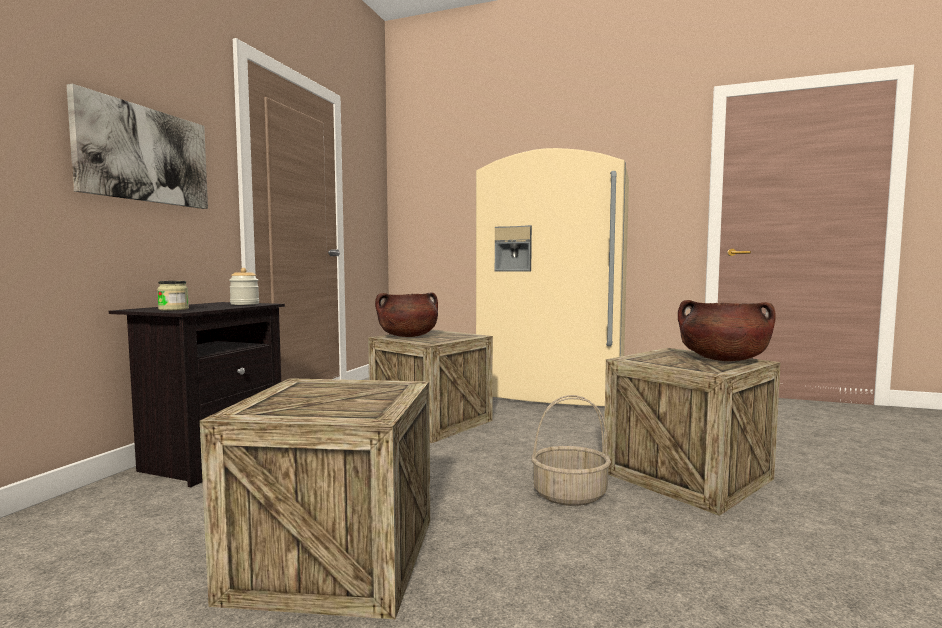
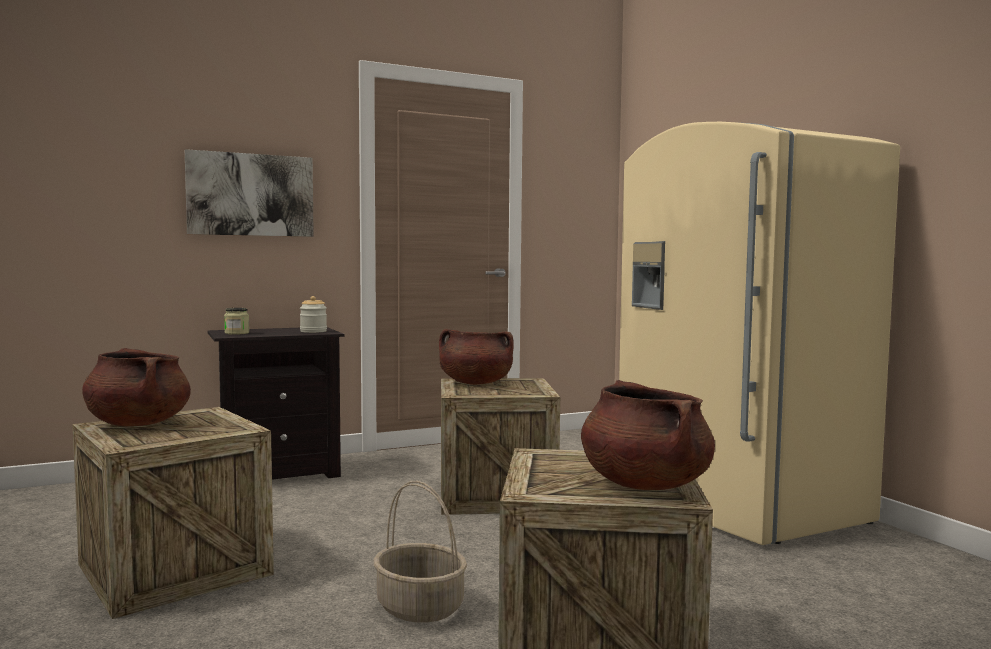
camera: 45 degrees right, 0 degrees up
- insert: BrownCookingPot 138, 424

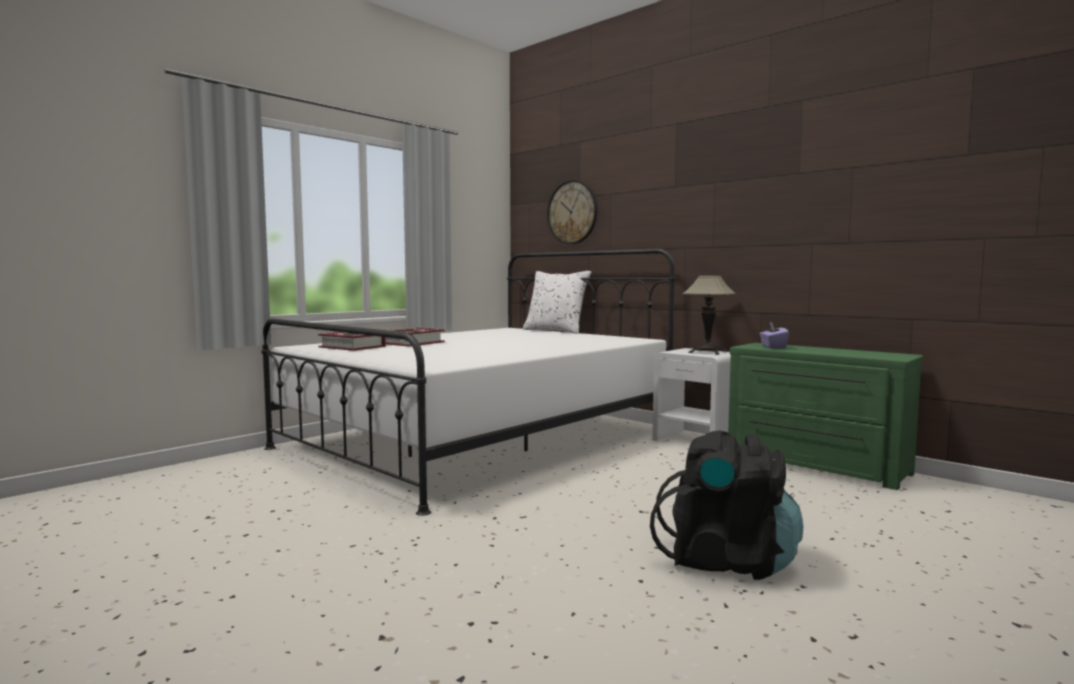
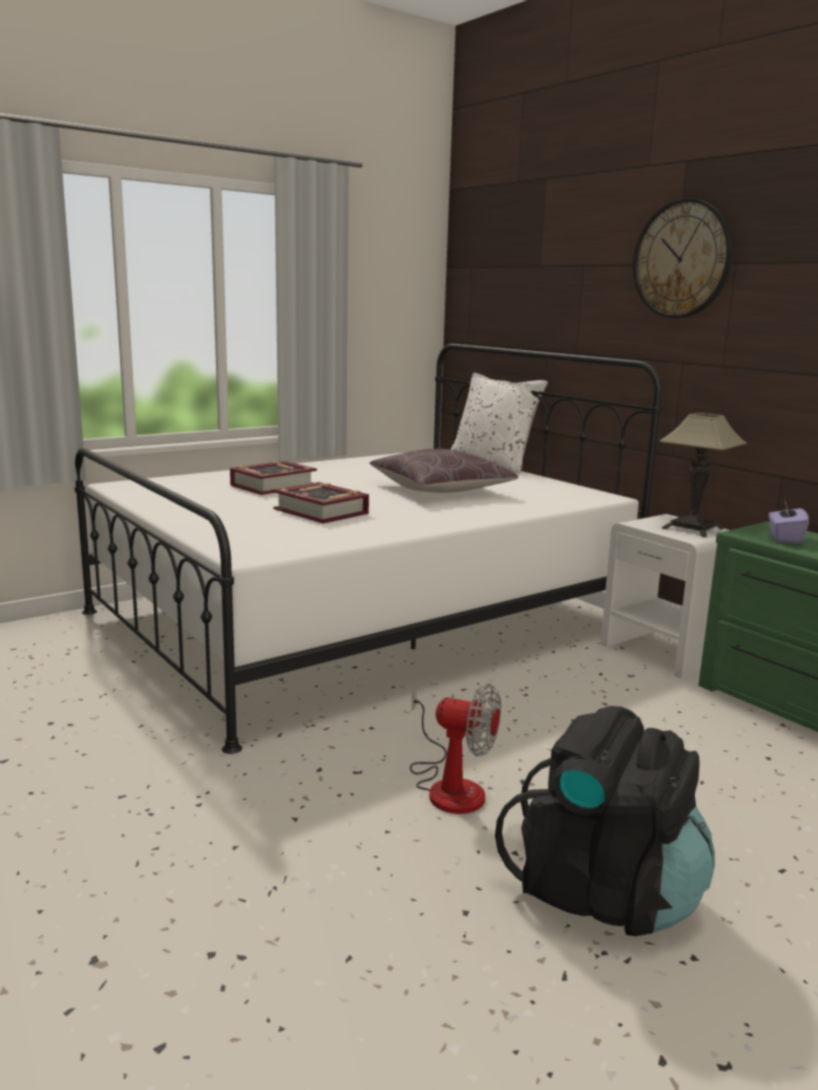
camera: 10 degrees right, 10 degrees up
- move: Book 352, 347 to 321, 511
- move: WallClock 572, 212 to 682, 259
- insert: BrownPillow 440, 490
- insert: Fan 449, 786

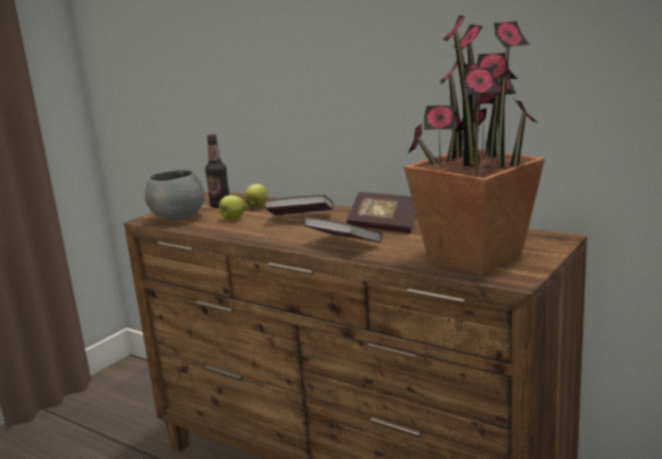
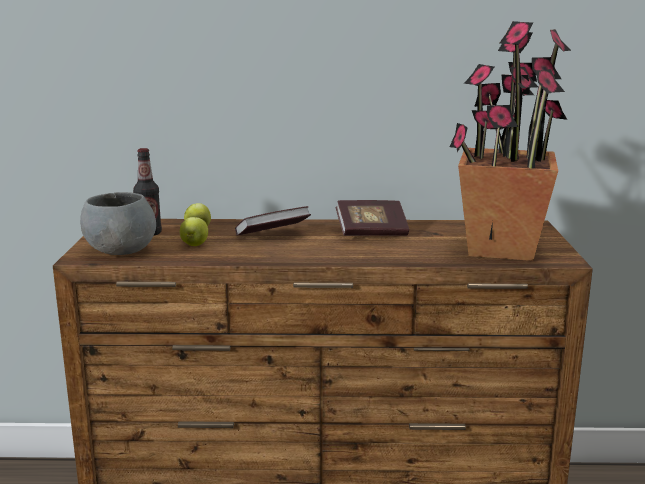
camera: 35 degrees left, 0 degrees up
- delete: Book 343, 245

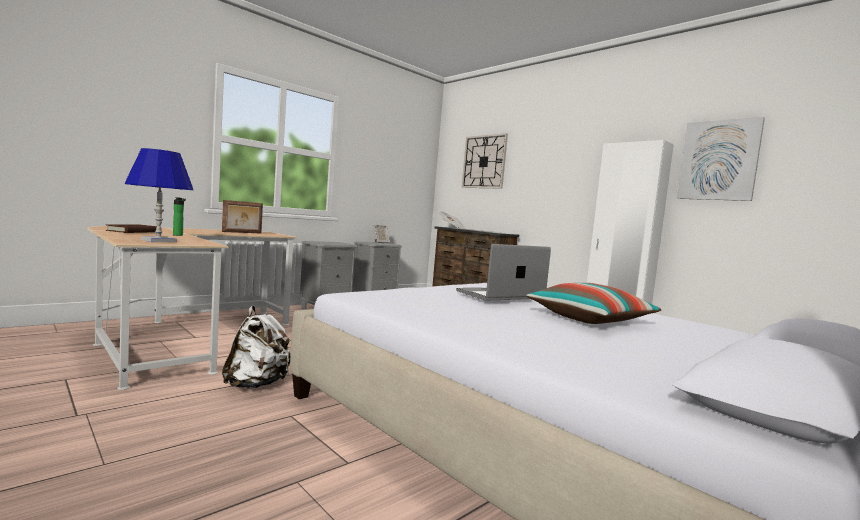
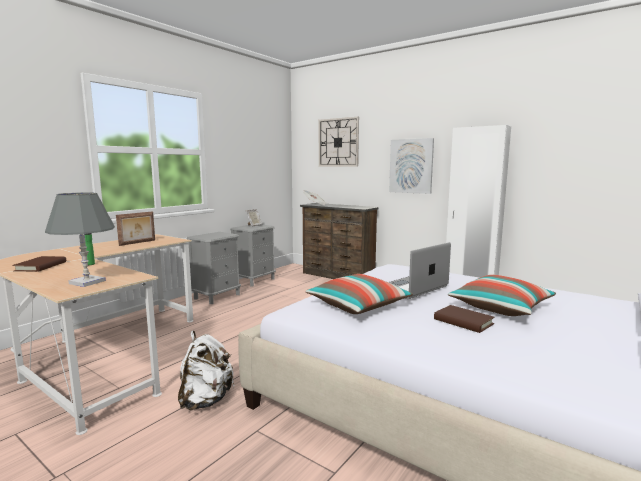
camera: 10 degrees left, 5 degrees up
- recolor: BlueTableLamp 158, 241 to GreyTableLamp 87, 282
- move: Picture 719, 160 to 411, 166
- insert: Pillow 358, 306
- insert: BrownBook 463, 321

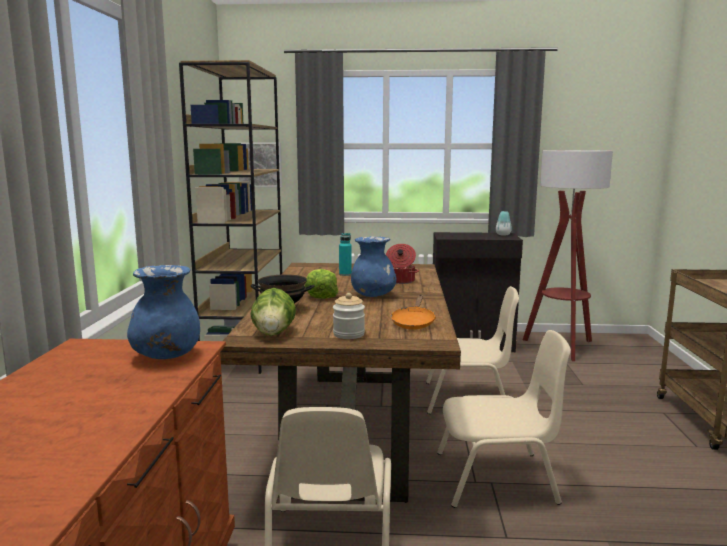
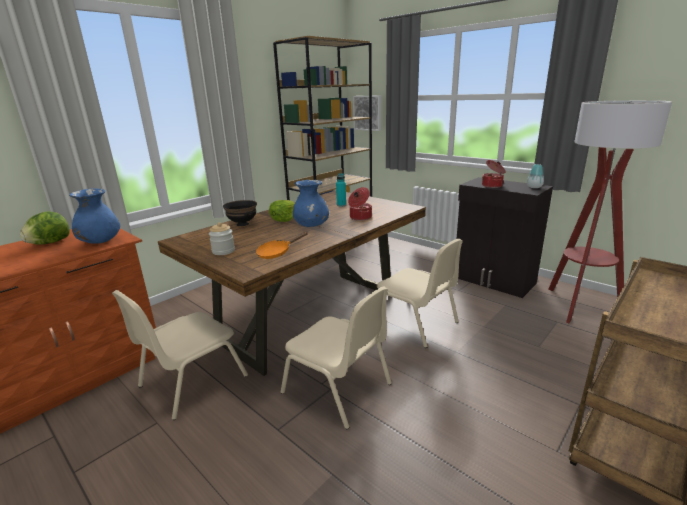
camera: 40 degrees right, 10 degrees up
- move: Lettuce 274, 333 to 50, 243
- insert: CookingPot 492, 186

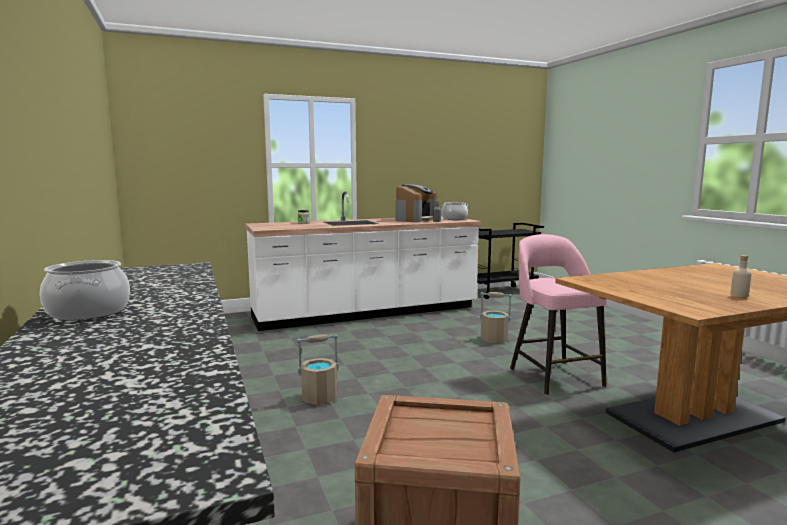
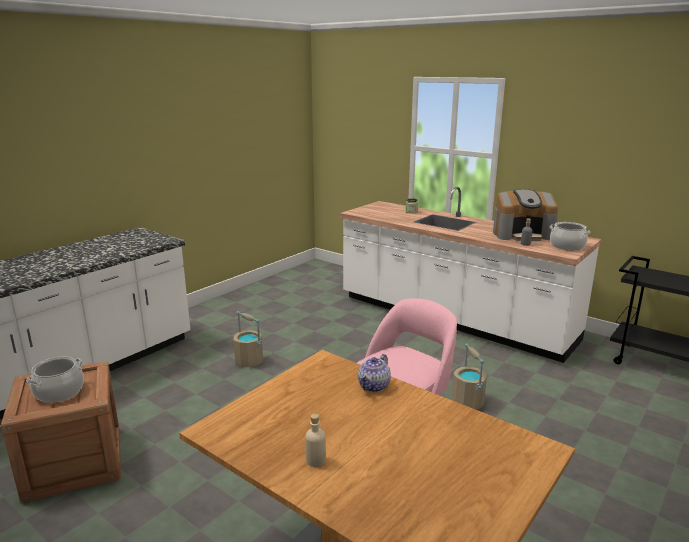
camera: 60 degrees right, 10 degrees up
- move: CookingPot 89, 312 to 59, 392
- insert: Teapot 374, 386

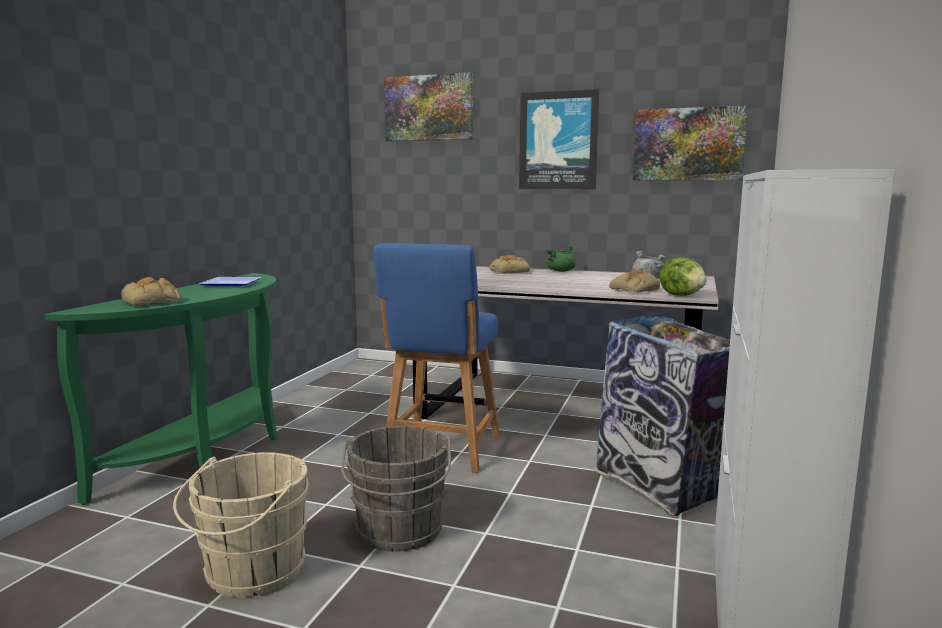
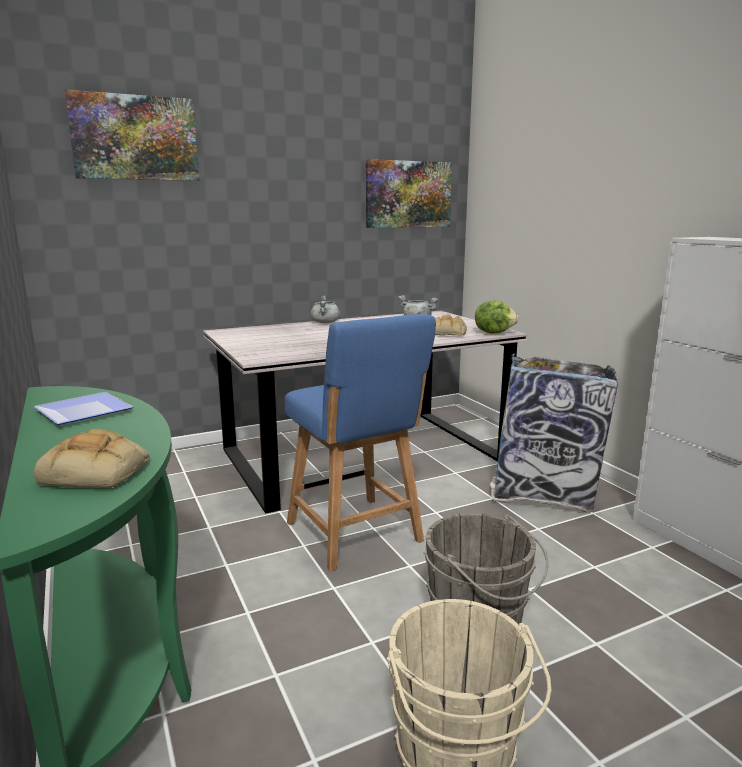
camera: 45 degrees left, 5 degrees up
- delete: Bread 509, 271
- delete: Picture 558, 141
- recolor: GreenCookingPot 560, 271 to GreyCookingPot 325, 322

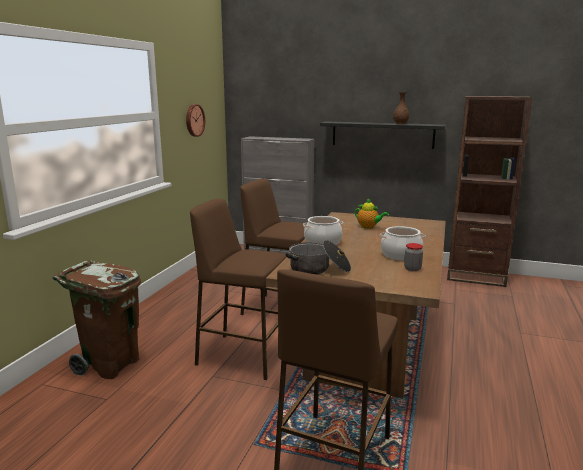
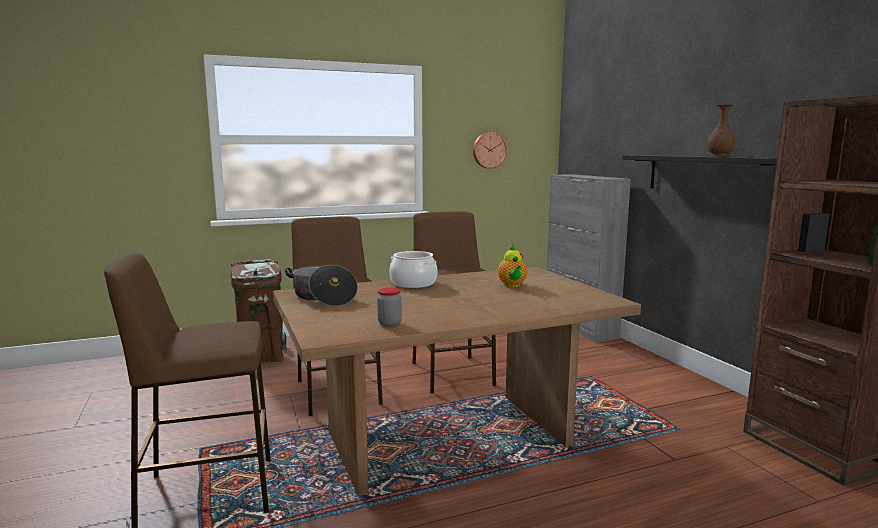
camera: 50 degrees right, 5 degrees down
- delete: CookingPot 401, 255

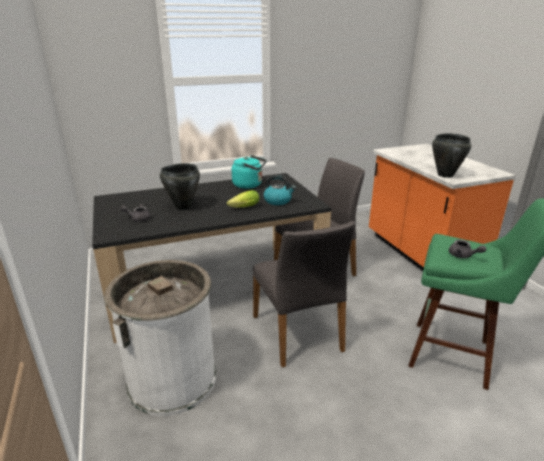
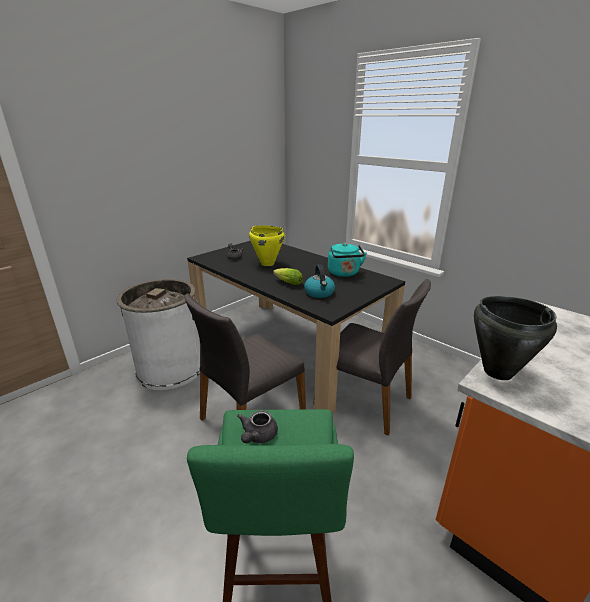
camera: 65 degrees right, 0 degrees up
- recolor: BlackCookingPot 182, 207 to YellowCookingPot 267, 263

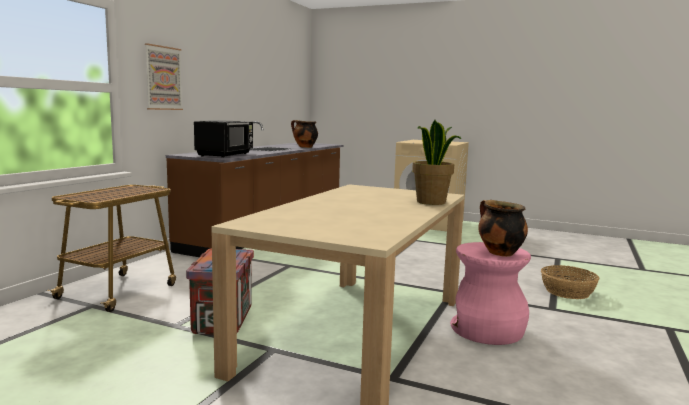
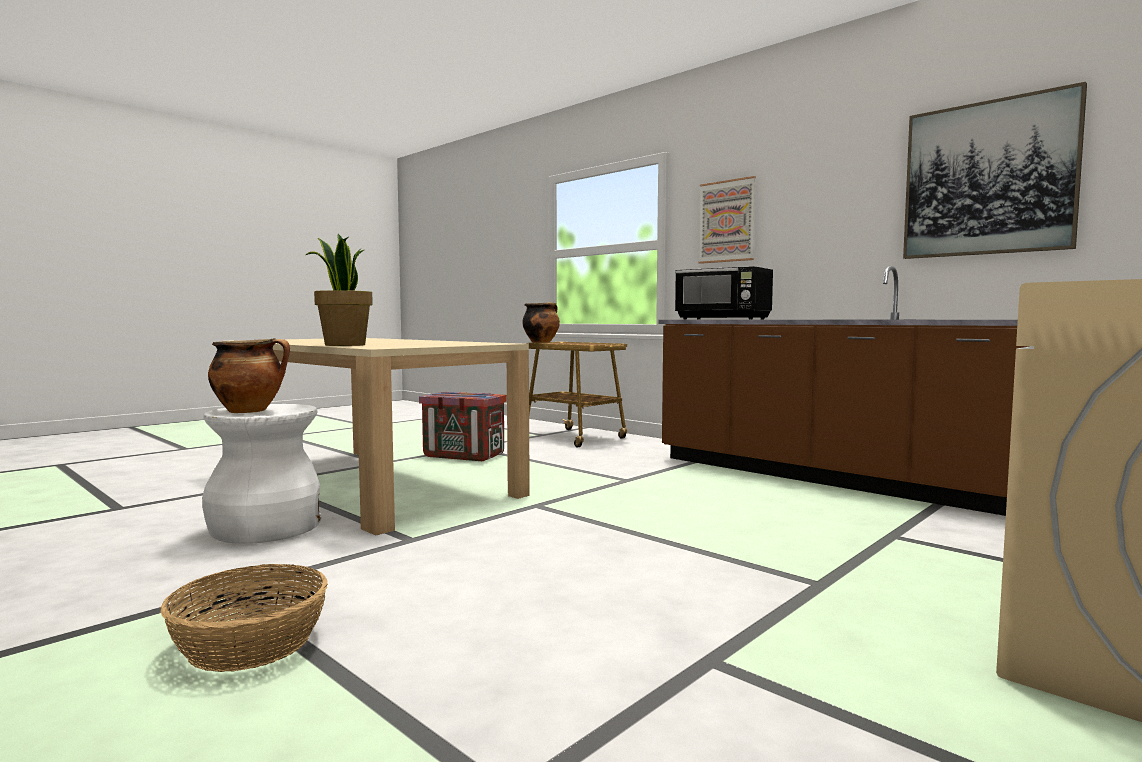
camera: 110 degrees right, 5 degrees down
- move: CookingPot 304, 147 to 541, 342
- recolor: PinkStool 487, 330 to WhiteStool 265, 528
- insert: Picture 988, 178

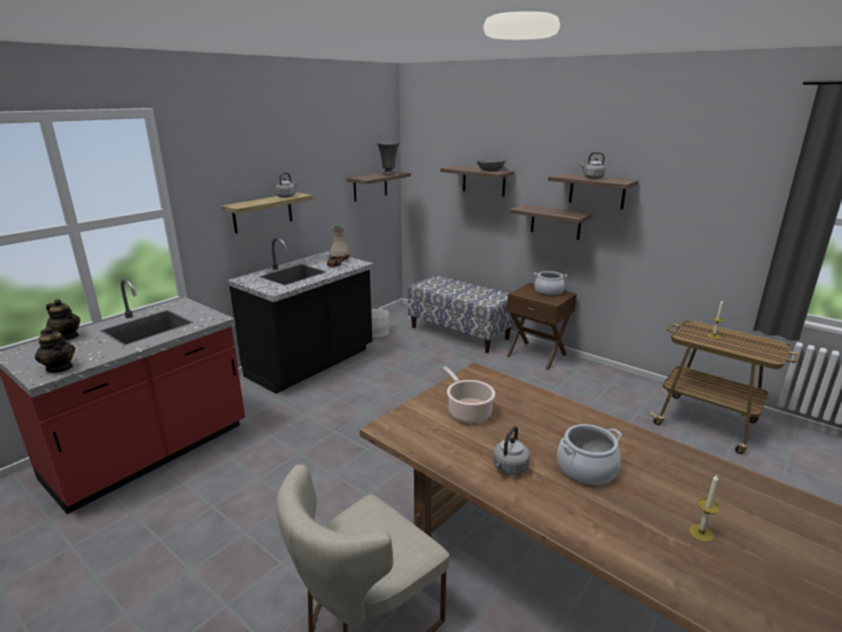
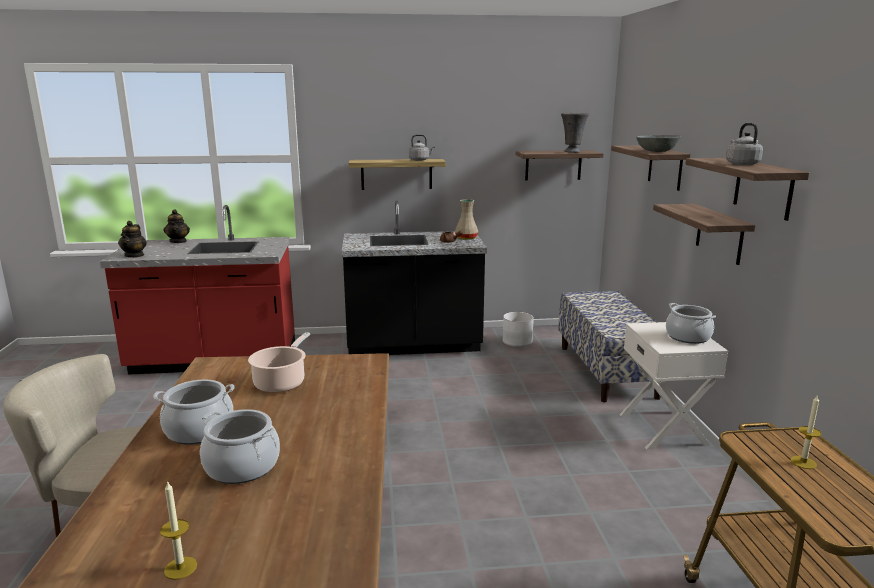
camera: 45 degrees right, 5 degrees down
- replace: GreyKettle 509, 469 to CookingPot 199, 430
- recolor: BrownNightstand 537, 355 to WhiteNightstand 664, 429

